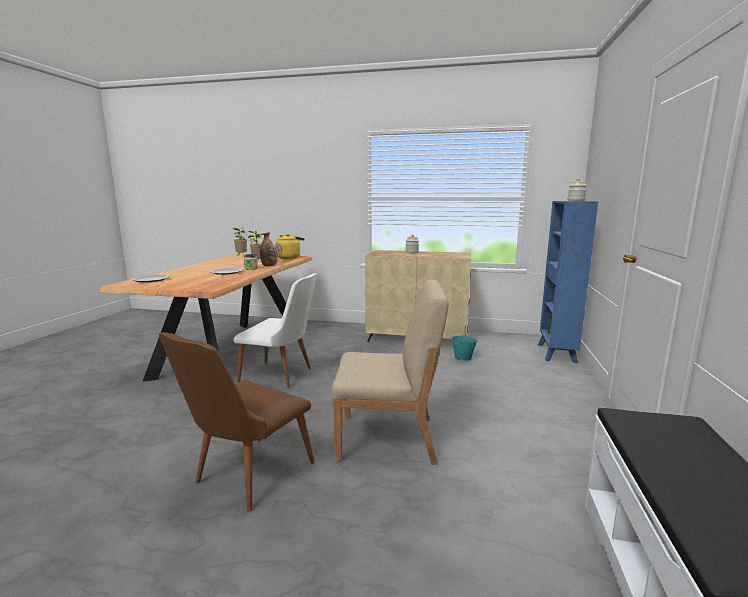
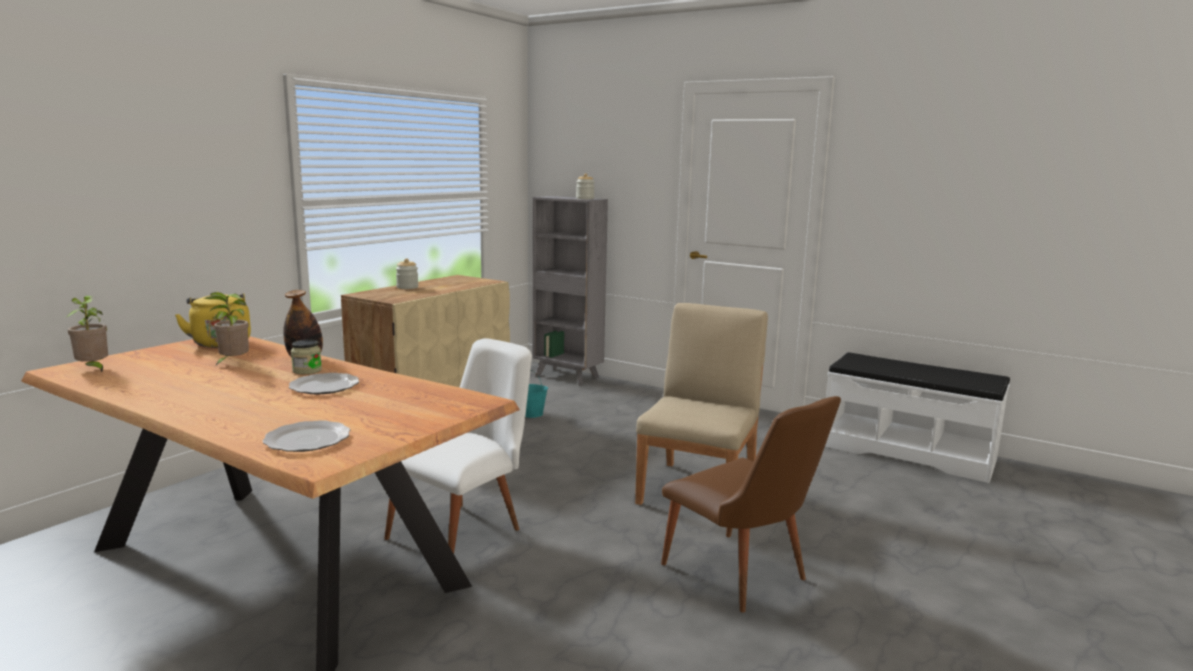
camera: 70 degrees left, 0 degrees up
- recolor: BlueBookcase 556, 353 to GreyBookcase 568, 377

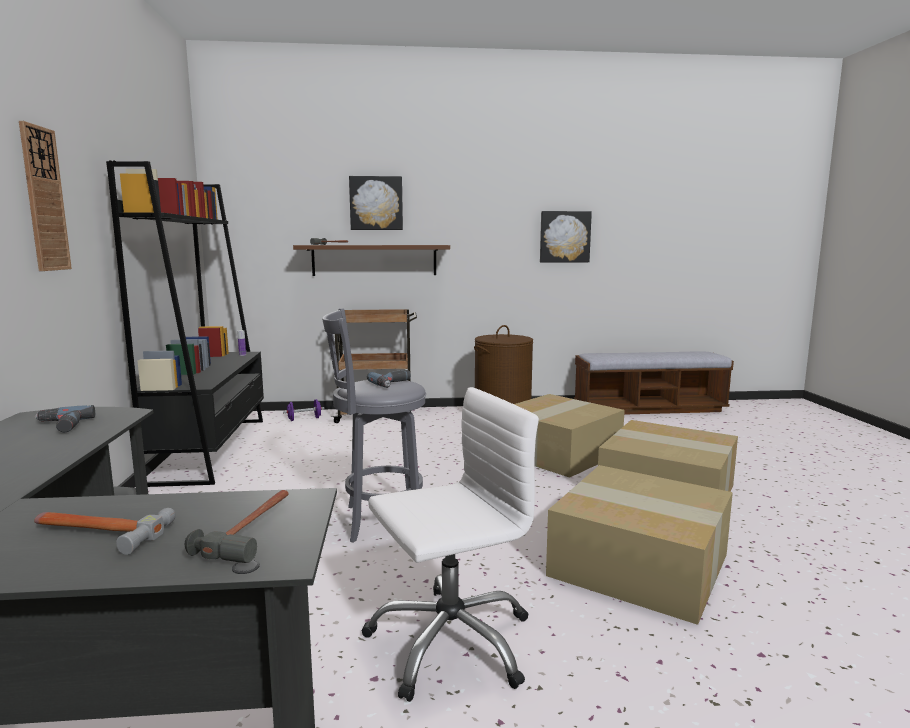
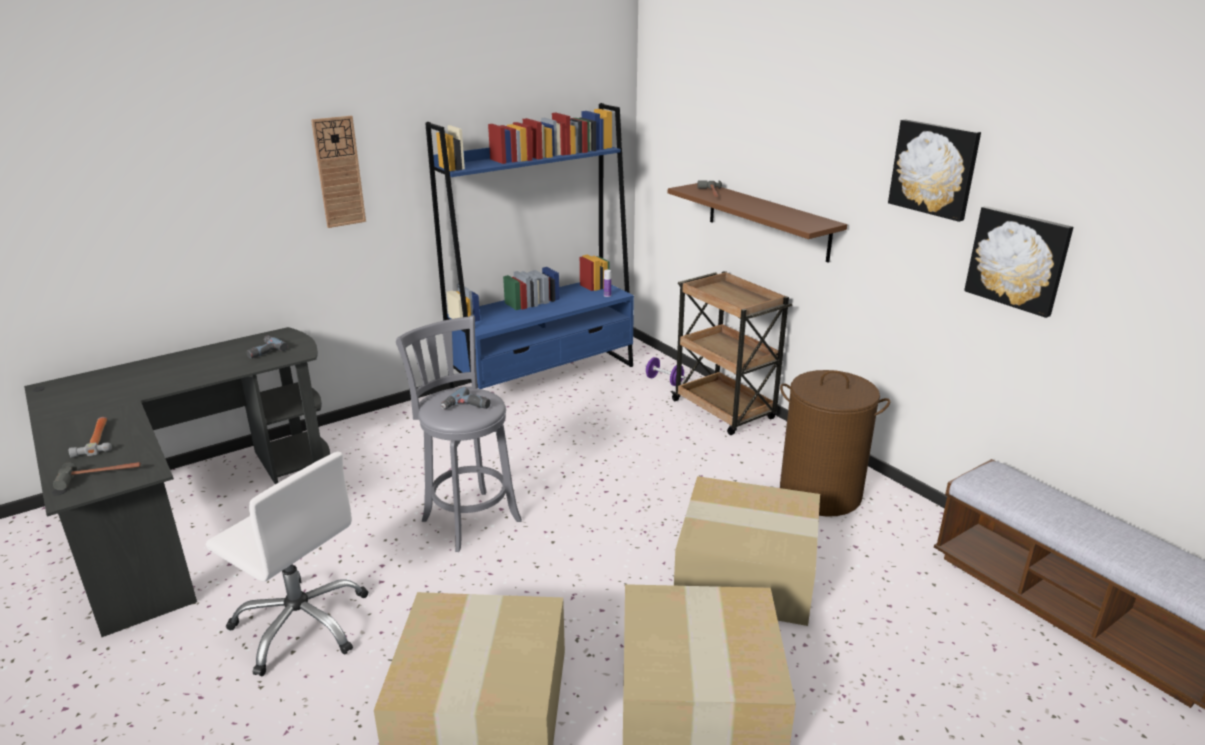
camera: 60 degrees right, 15 degrees up
- recolor: BlackBookcase 212, 449 to BlueBookcase 545, 378
- move: Picture 376, 203 to 934, 169

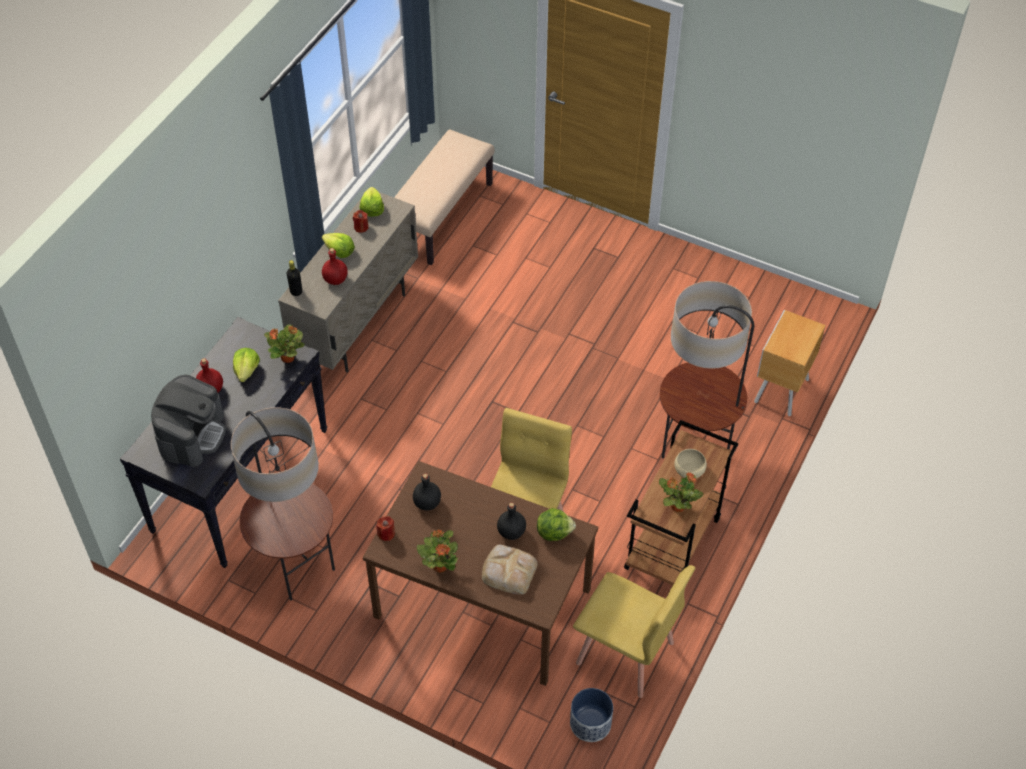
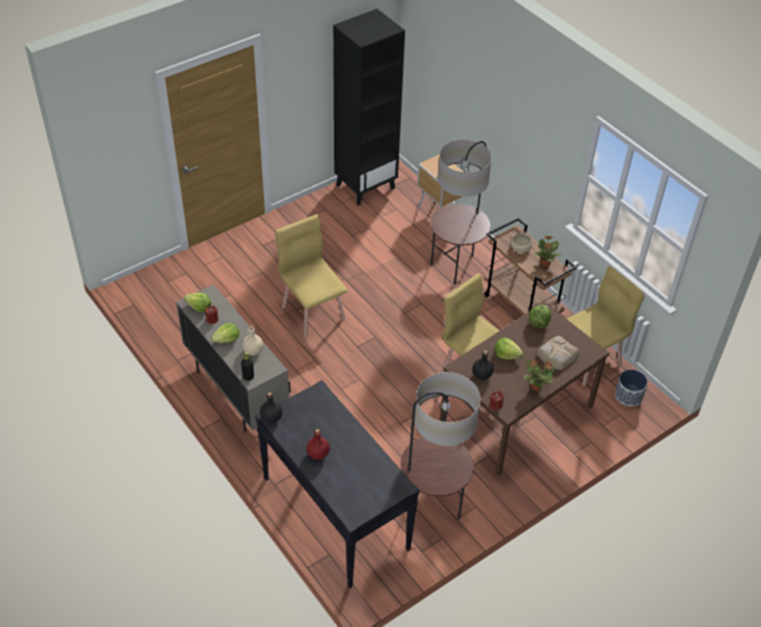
camera: 65 degrees left, 5 degrees down
- delete: CoffeeMachine 192, 434
- move: Lettuce 247, 370 to 506, 354
- delete: PottedPlant 288, 358
- recolor: RedBottle 336, 280 to BeigeBottle 253, 351
- delete: BeigeBench 441, 215
- move: BlackBottle 511, 531 to 271, 417
- insert: YellowChair 313, 312
- insert: BlackBookcase 365, 186

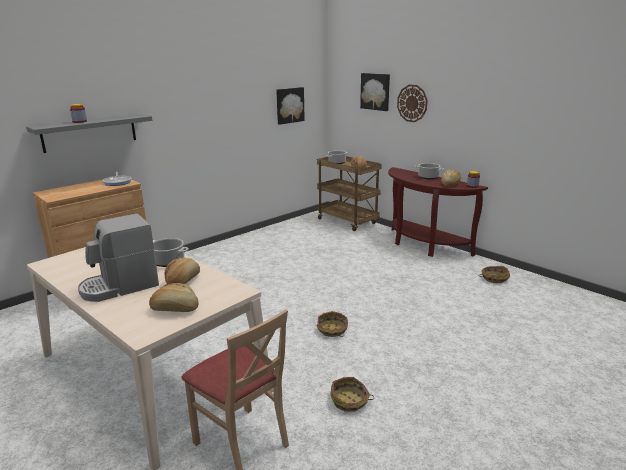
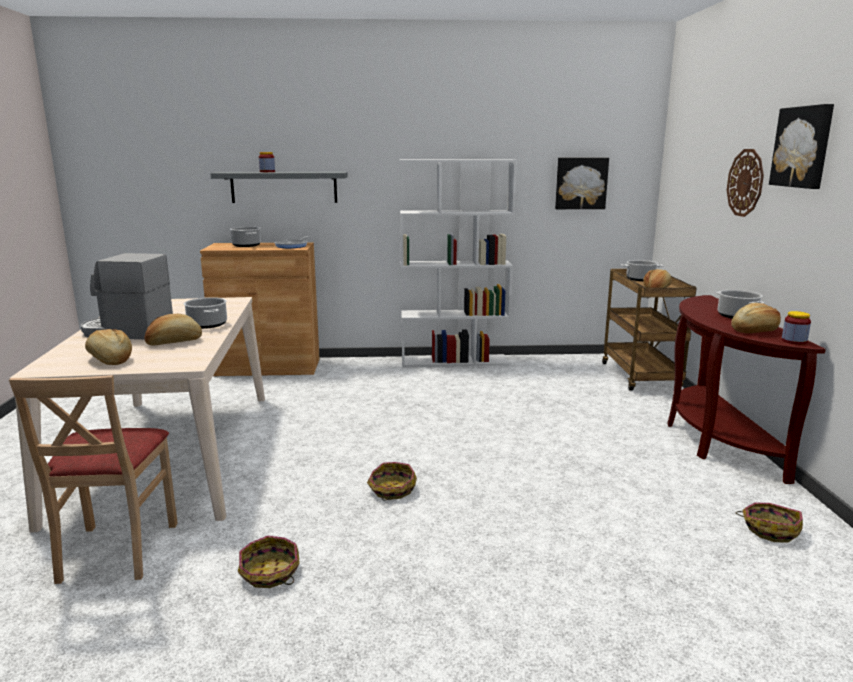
camera: 40 degrees right, 5 degrees down
- move: Picture 375, 91 to 803, 147
- insert: CookingPot 247, 245
- insert: WhiteBookcase 455, 361

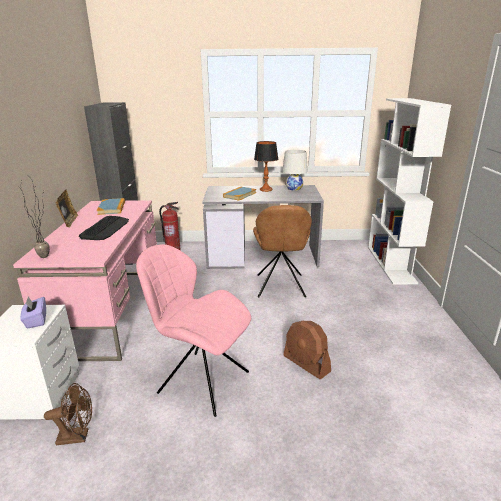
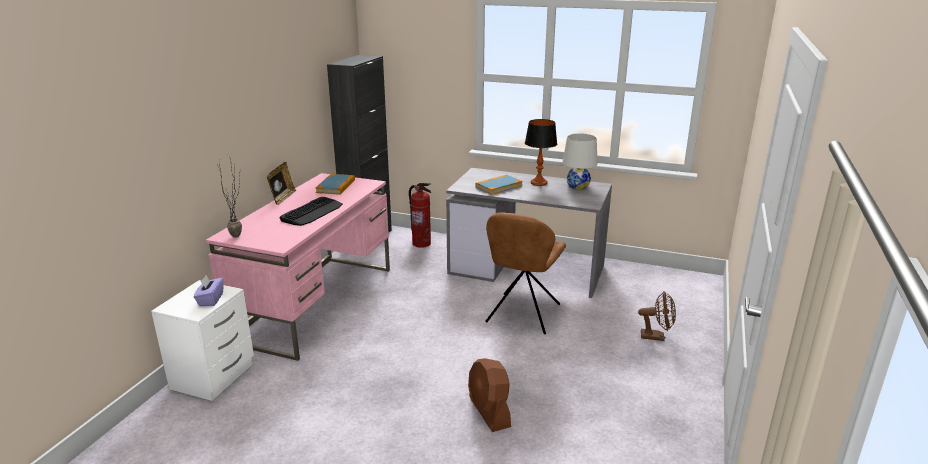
camera: 20 degrees right, 0 degrees up
- move: BrownFan 78, 436 to 656, 336
- delete: PinkChair 201, 381
- delete: WhiteBookcase 391, 264

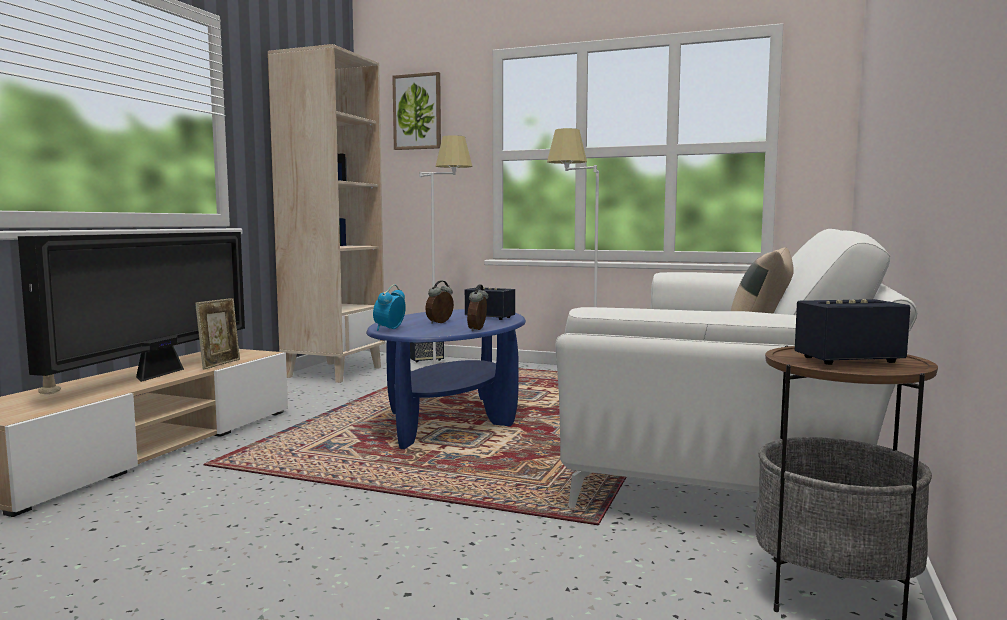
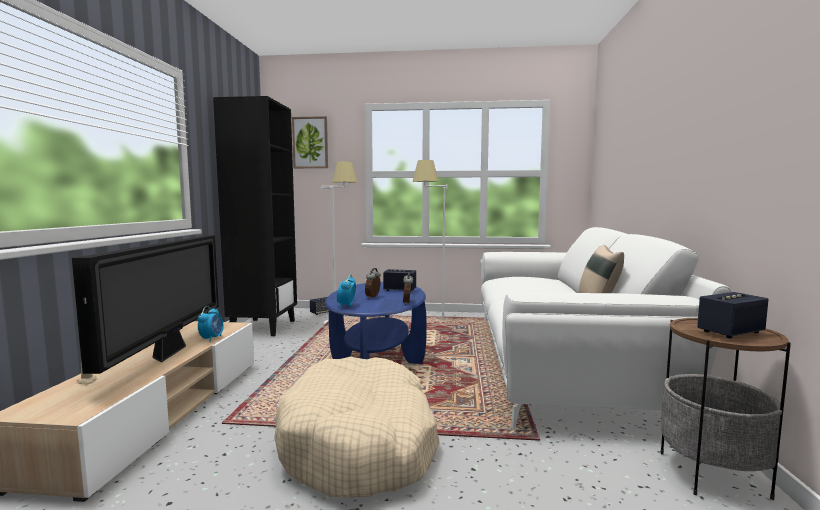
camera: 15 degrees left, 0 degrees up
- replace: PictureFrame 220, 364 to AlarmClock 212, 338
- recolor: BeigeBookcase 334, 372 to BlackBookcase 263, 327
- insert: BeigeDogBed 360, 443

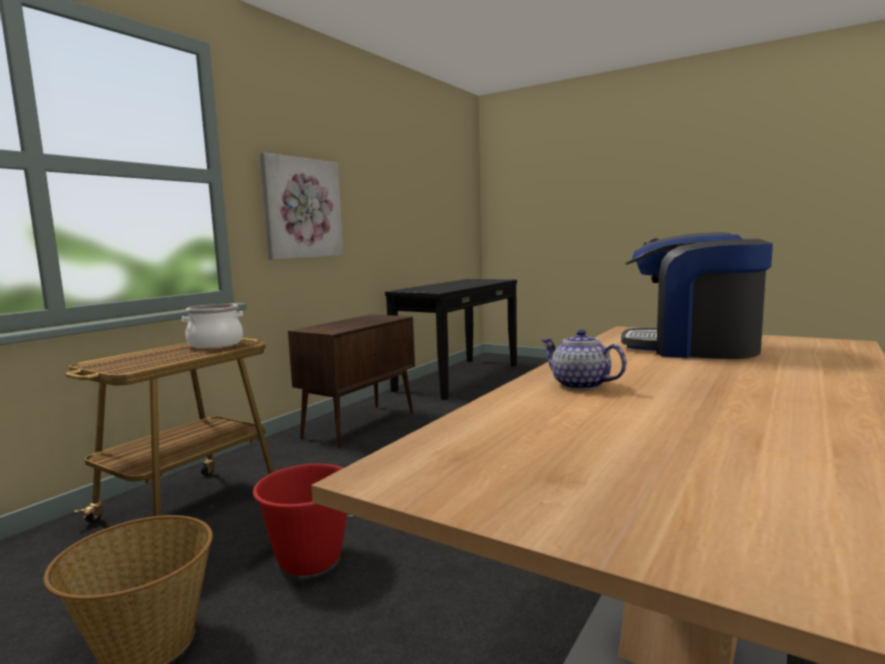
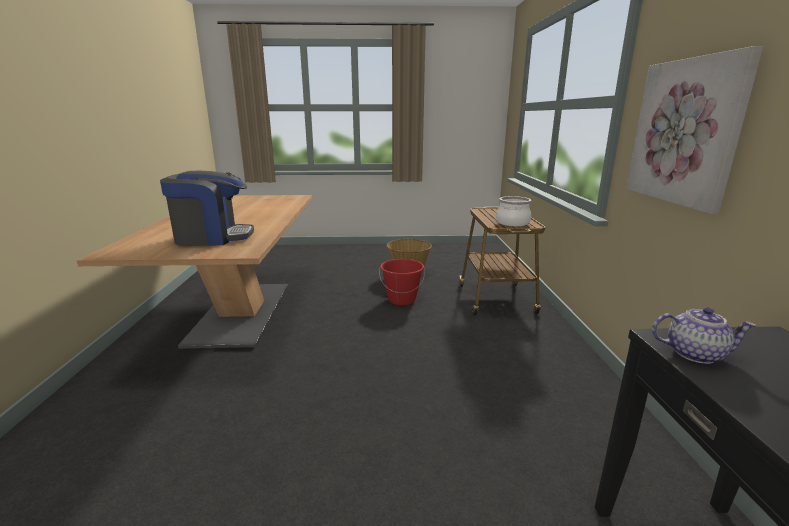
camera: 145 degrees right, 10 degrees up
- delete: BrownCabinet 360, 425
- move: Teapot 579, 385 to 695, 353

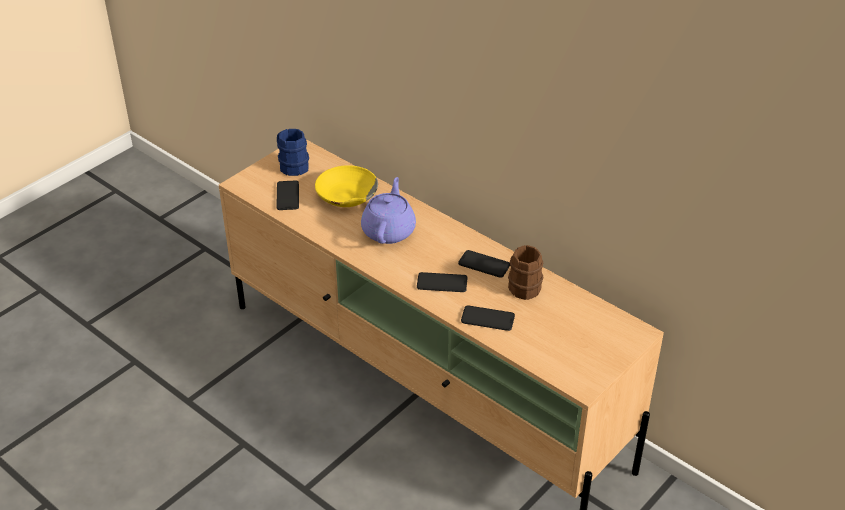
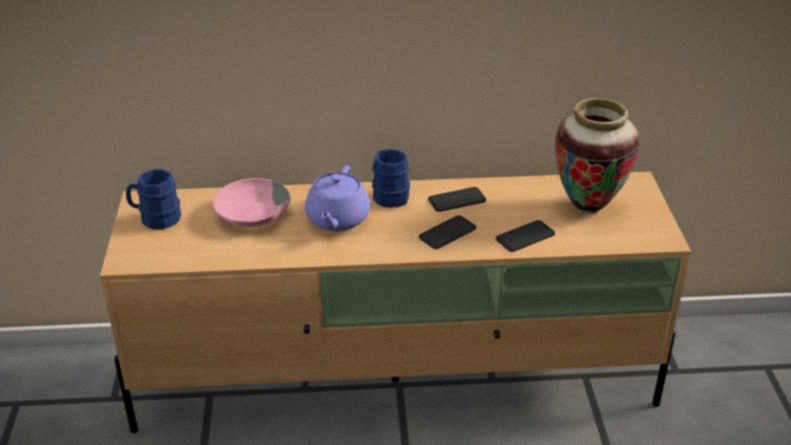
camera: 45 degrees left, 5 degrees down
- delete: Phone 287, 196
- recolor: YellowBowl 345, 195 to PinkBowl 251, 214
- rotate: PurpleTeapot 389, 230 = 337, 219 135 degrees counterclockwise
- delete: BrownMug 526, 285
- insert: BlueMug 388, 195
- insert: Vase 588, 206

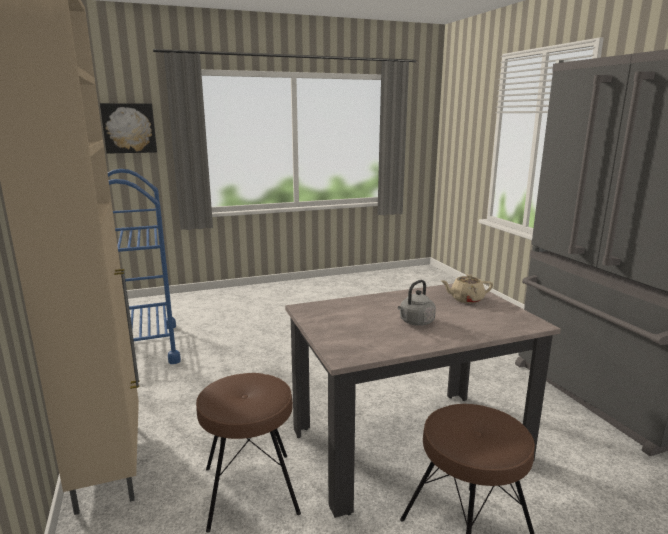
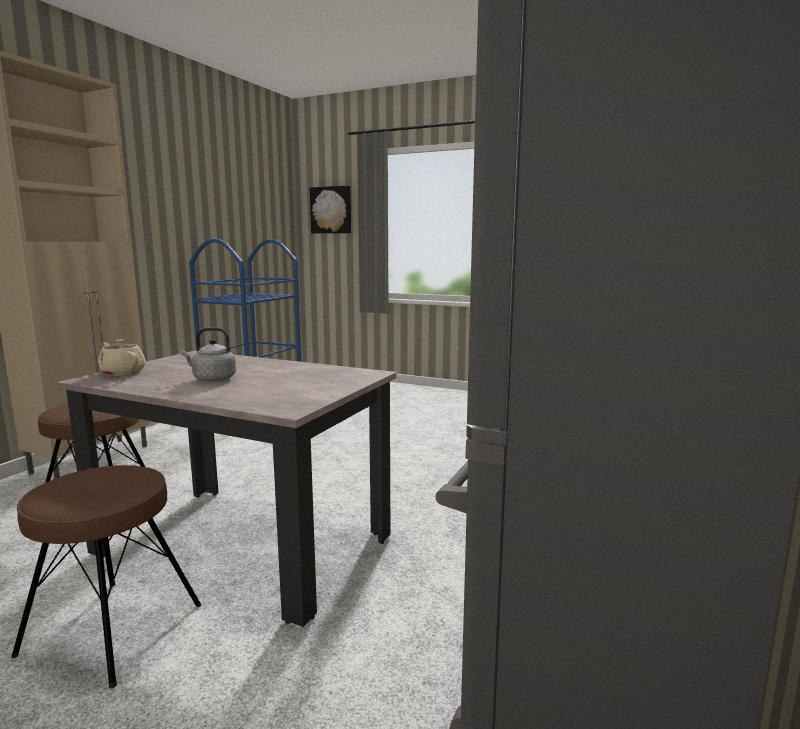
camera: 45 degrees right, 5 degrees down
- move: BeigeTeapot 466, 299 to 122, 372

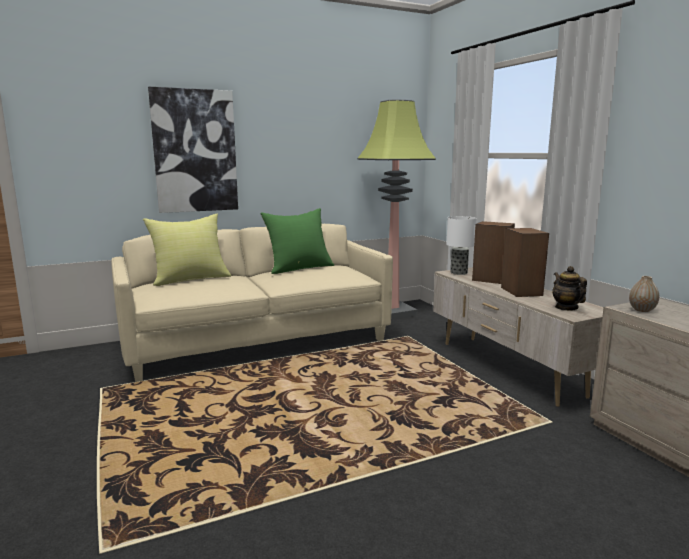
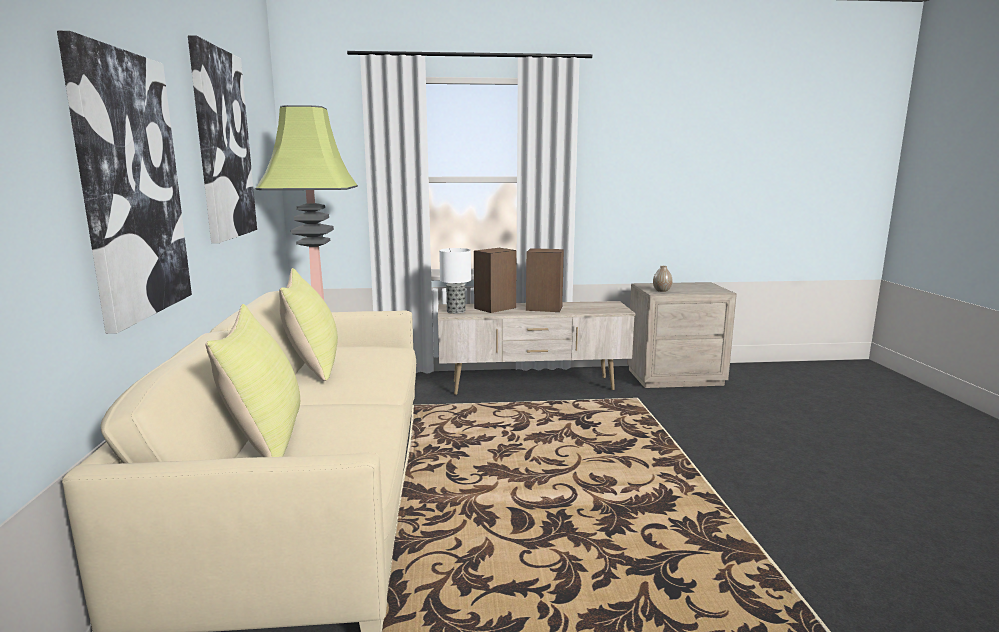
camera: 70 degrees left, 0 degrees up
- recolor: GreenPillow 299, 268 to YellowPillow 313, 365
- delete: Teapot 566, 308
- insert: Picture 222, 145

